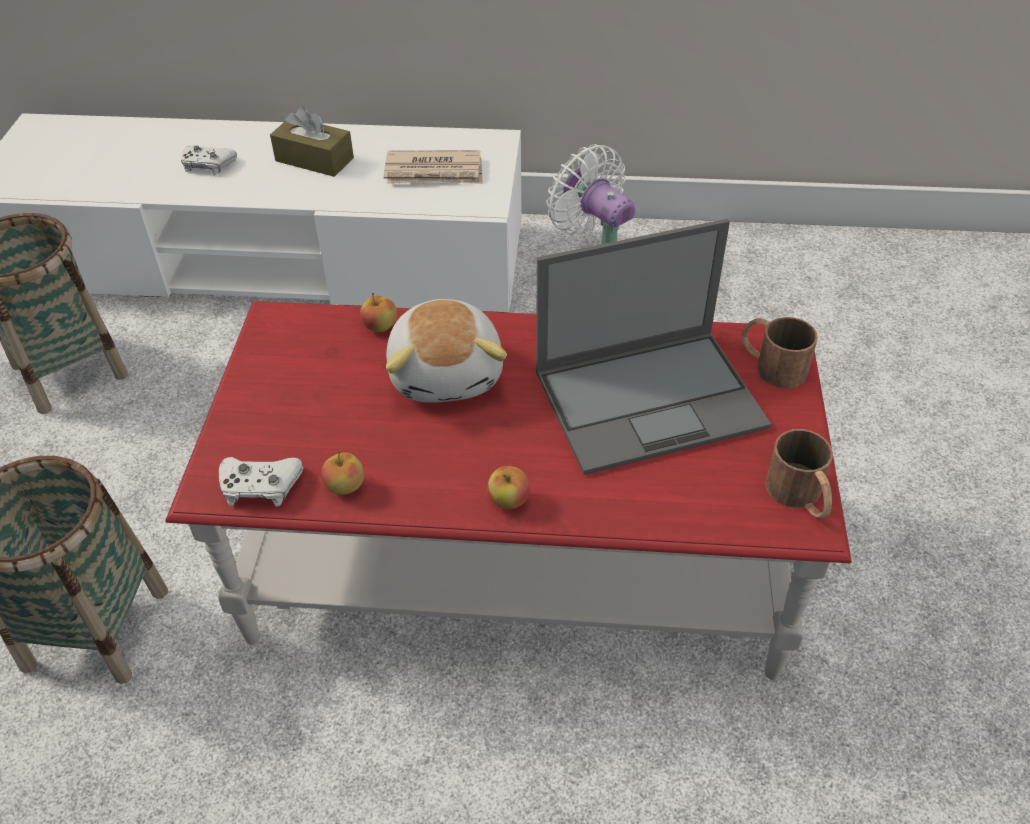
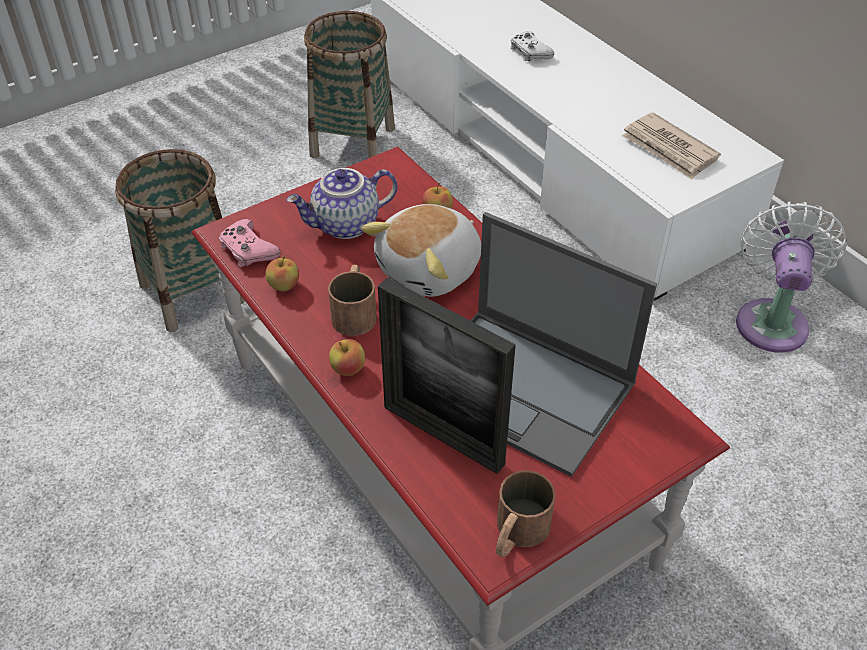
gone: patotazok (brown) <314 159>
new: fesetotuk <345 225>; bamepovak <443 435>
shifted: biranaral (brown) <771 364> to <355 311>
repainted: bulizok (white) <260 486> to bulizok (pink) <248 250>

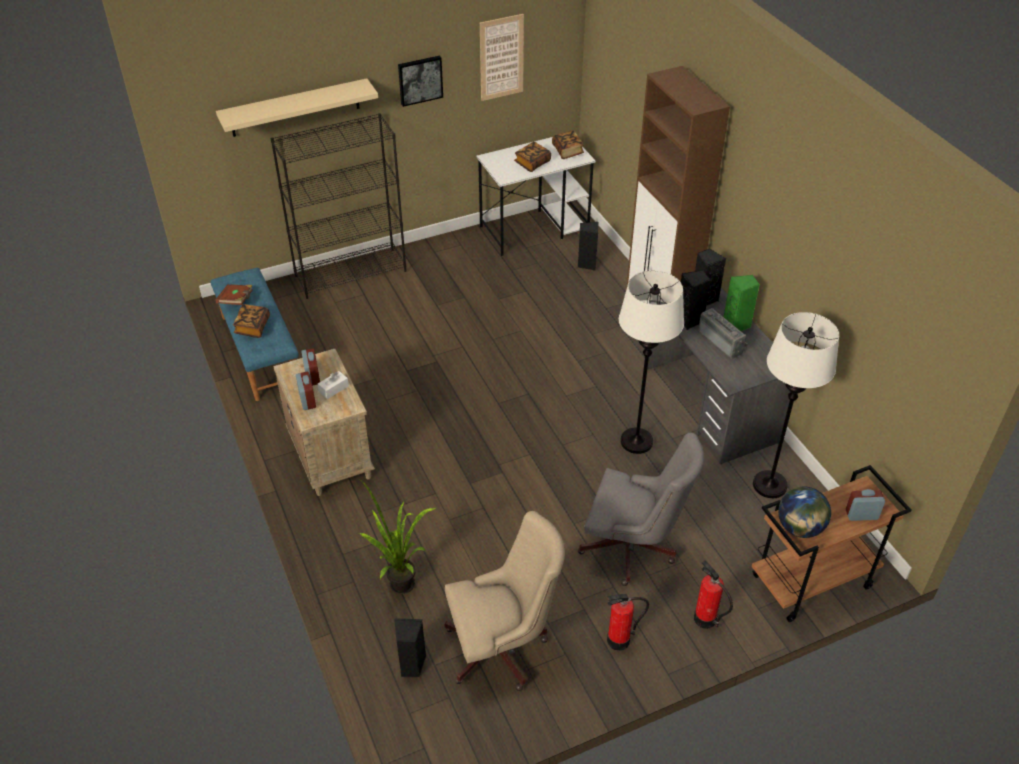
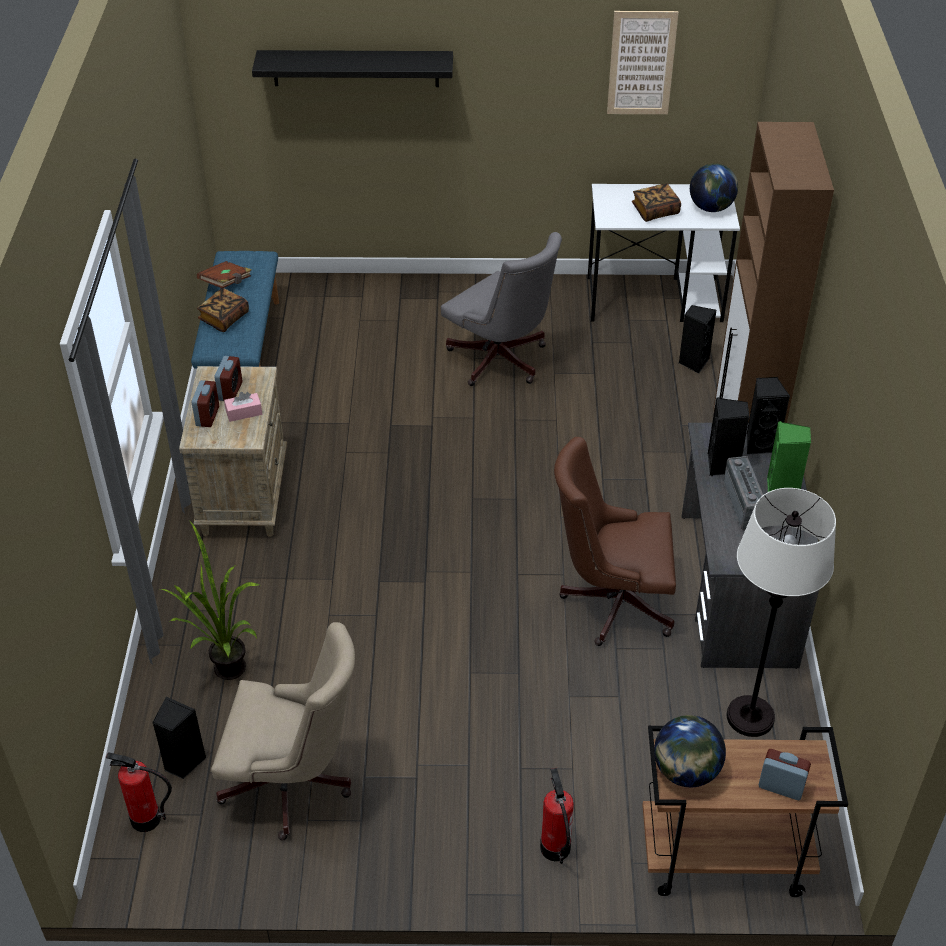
gone: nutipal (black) <351 273>; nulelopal <420 80>
shifted: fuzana <618 641> to <146 819>; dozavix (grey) <633 549> to <501 362>
swapped: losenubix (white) <636 441> to dozavix (brown) <611 602>; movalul <567 151> to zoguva <711 207>
repainted: patotazok (white) <333 389> to patotazok (pink) <244 412>; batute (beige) <295 108> to batute (black) <355 68>

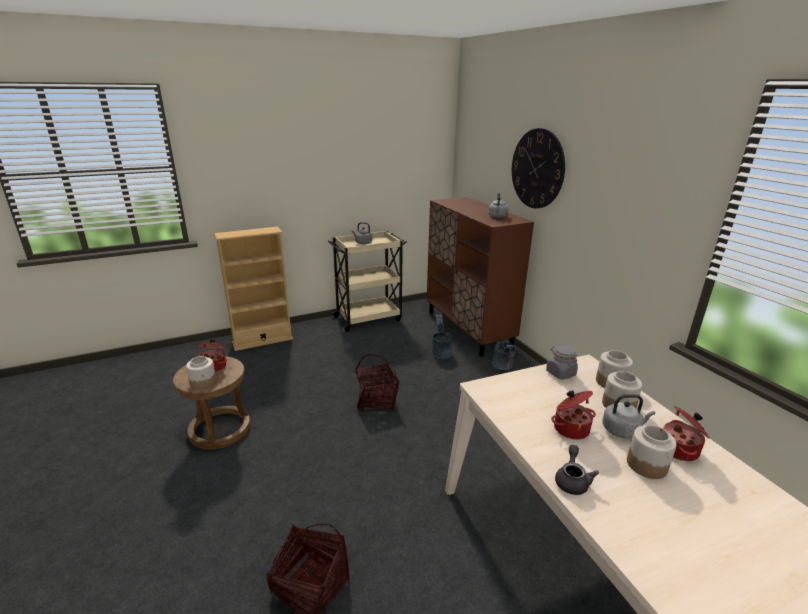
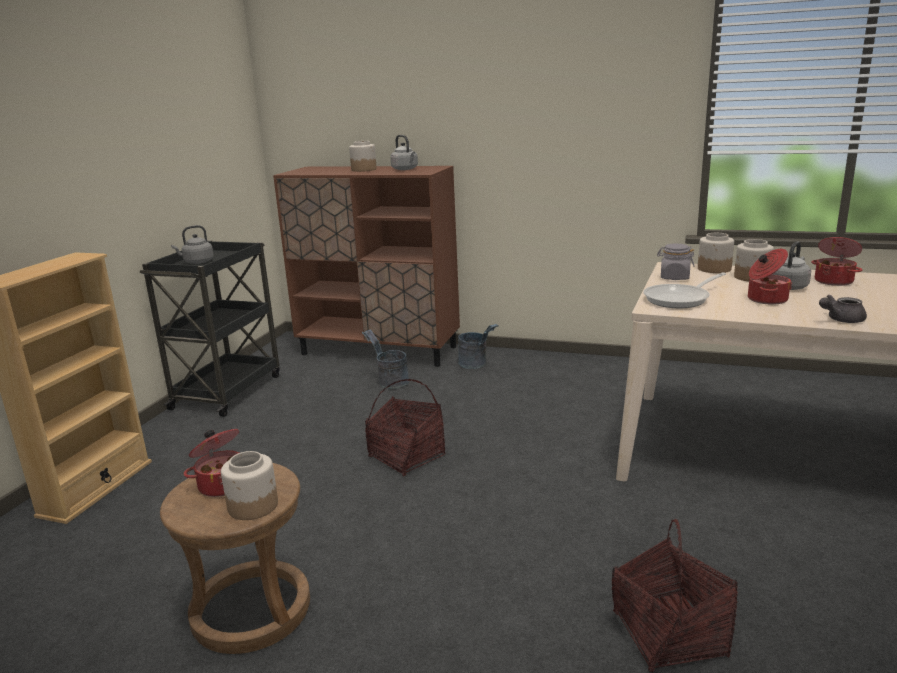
gone: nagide <537 169>
new: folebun <680 299>
shifted: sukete <646 465> to <364 170>
repainted: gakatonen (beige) <369 318> to gakatonen (black) <228 391>
rotated: fesetotuk (grey) <572 480> = <840 320> 75 degrees counterclockwise

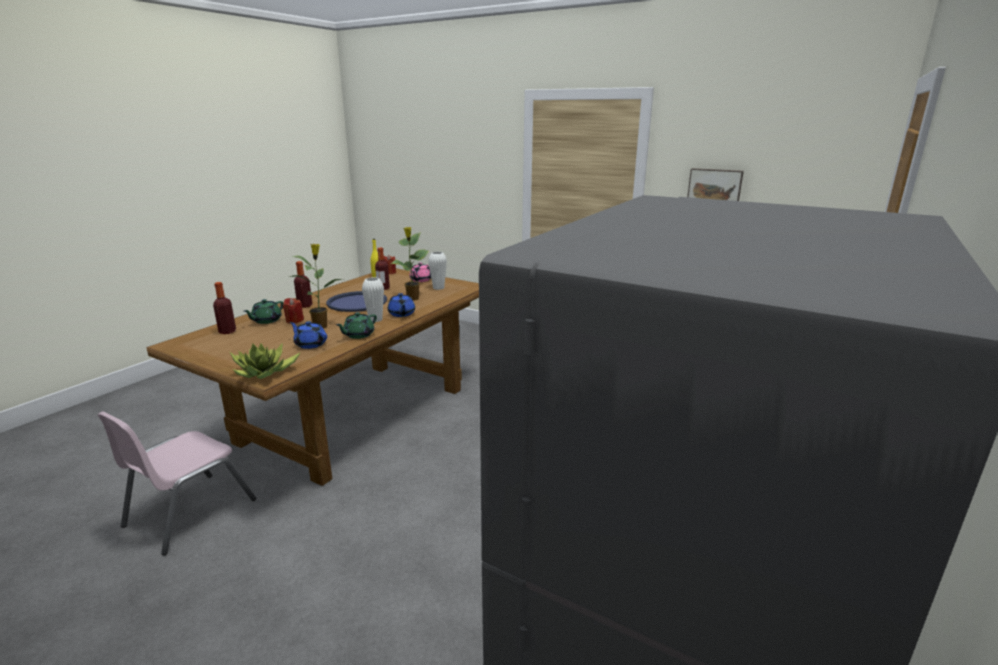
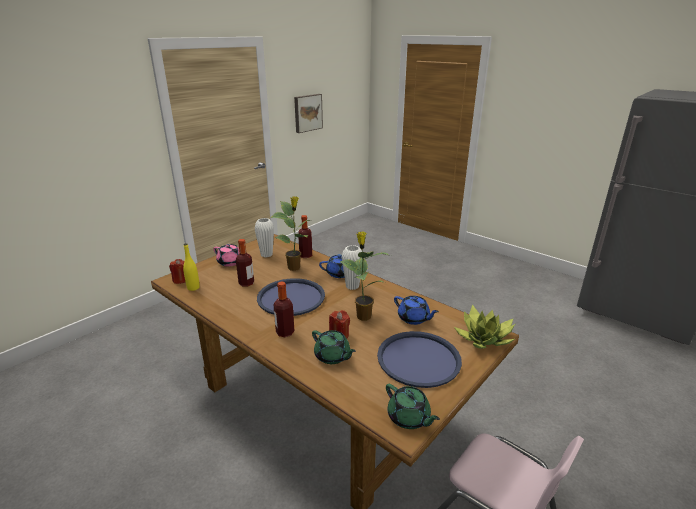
new: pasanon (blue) <418 359>
shifted: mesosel <227 331> to <305 255>; fesetotuk (green) <358 335> to <409 418>
rotated: fesetotuk (blue) <310 344> = <414 318> 90 degrees counterclockwise

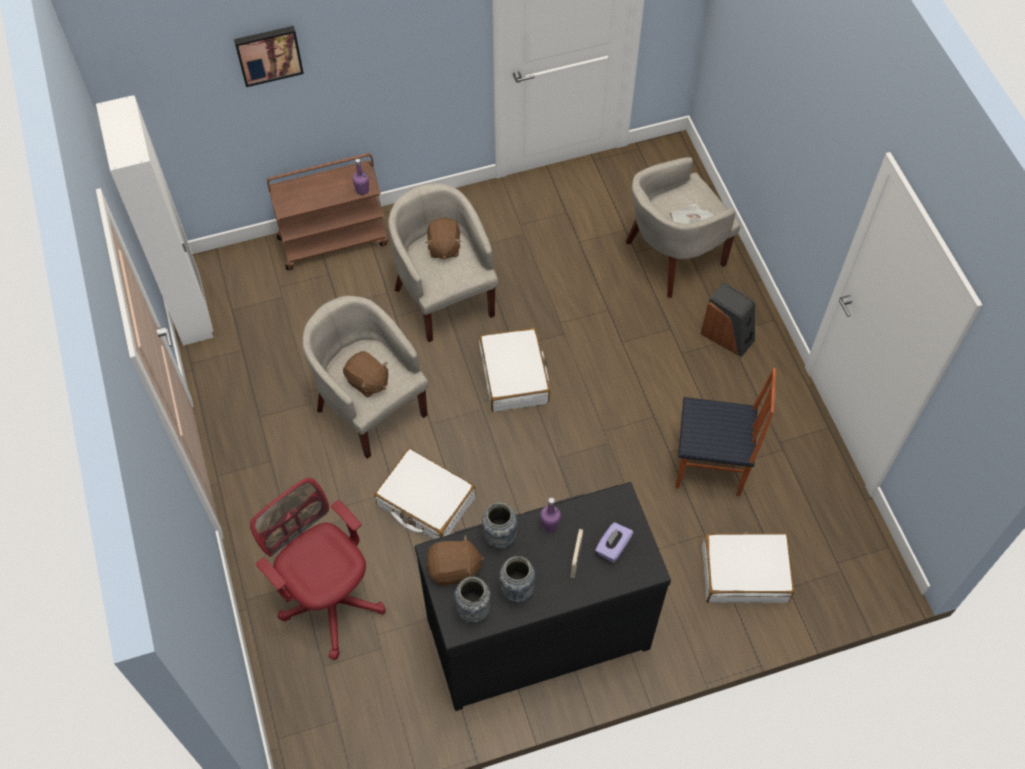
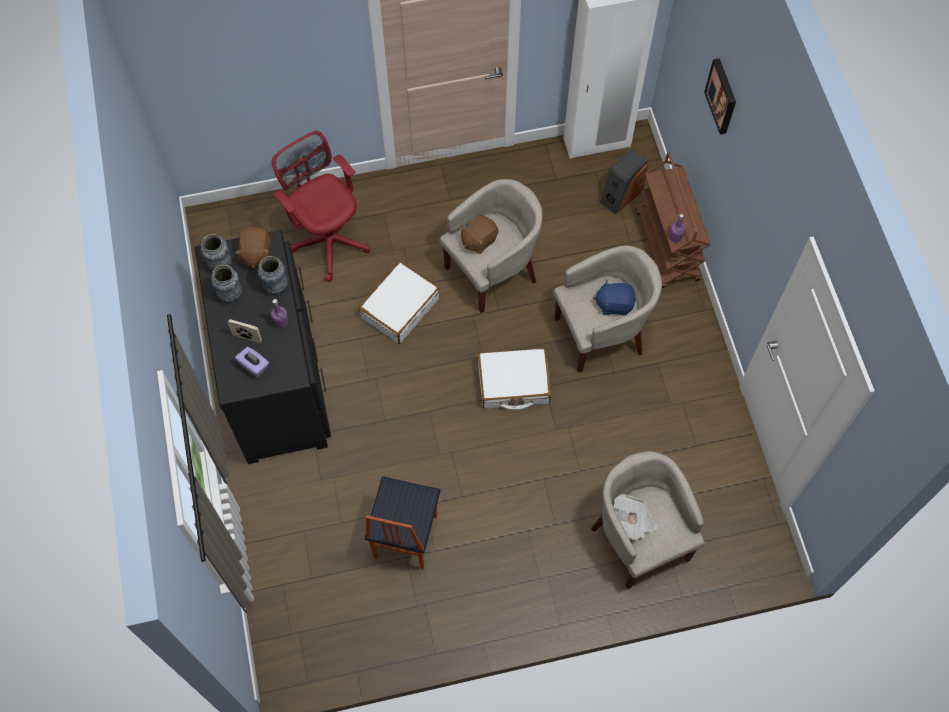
gone: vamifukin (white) <744 573>
shifted: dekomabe <727 335> to <620 195>
repainted: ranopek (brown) <444 247> to ranopek (blue) <614 304>
rotated: dozavix (red) <329 597> = <328 238> 90 degrees counterclockwise

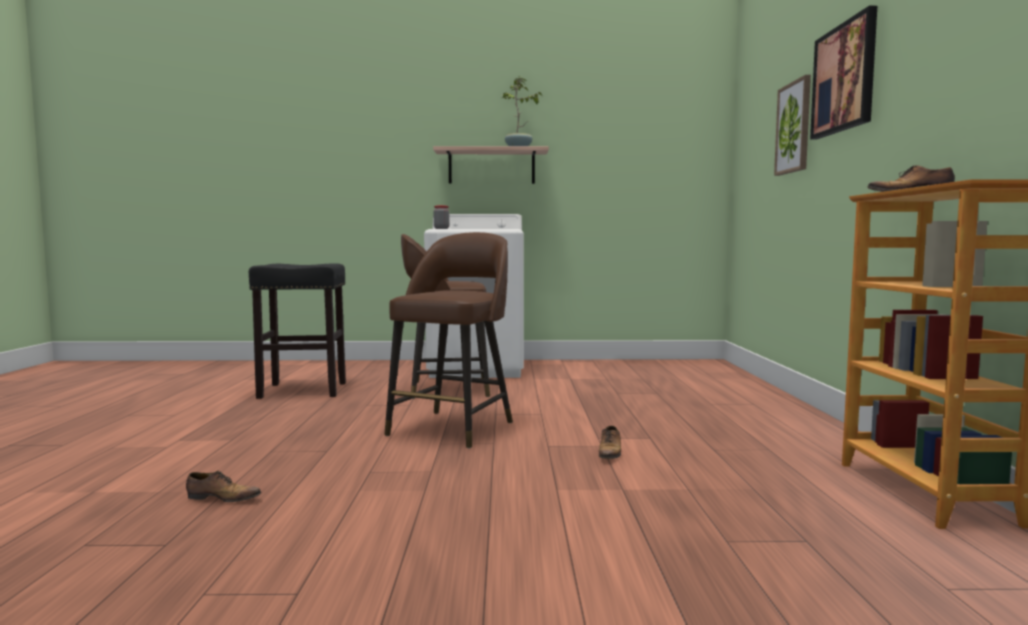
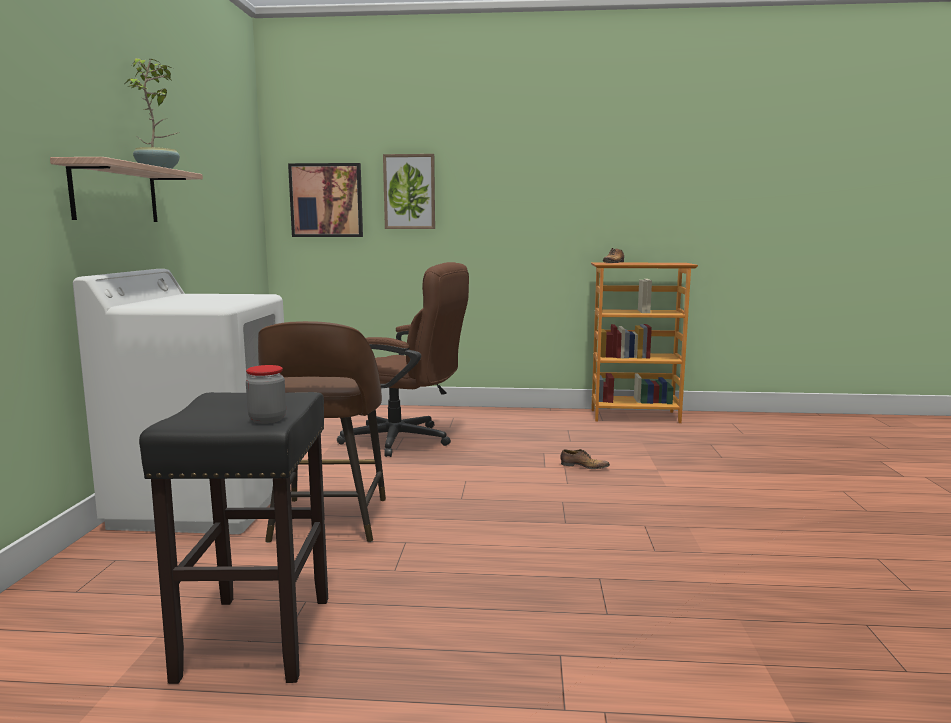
gone: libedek <222 498>; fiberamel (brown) <453 427>
new: dozavix (brown) <406 440>
shifted: sukete <441 228> to <267 419>; nulelopal <844 78> to <326 200>

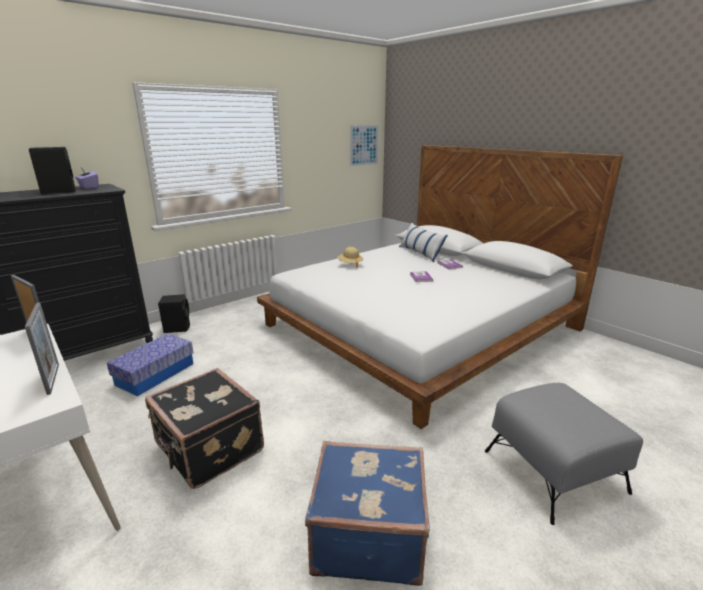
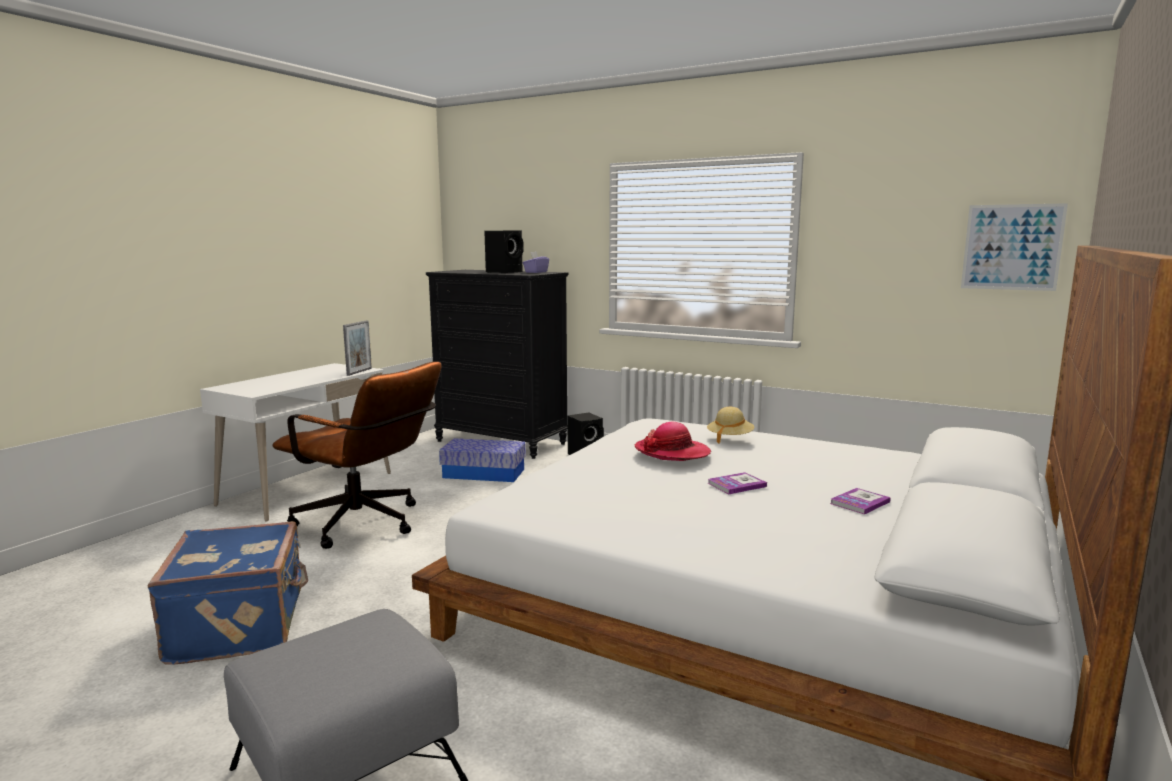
gone: bamepovak <53 378>; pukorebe <420 253>
new: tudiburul <672 452>
swapped: vamifukin (black) <208 449> to dozavix (brown) <366 525>

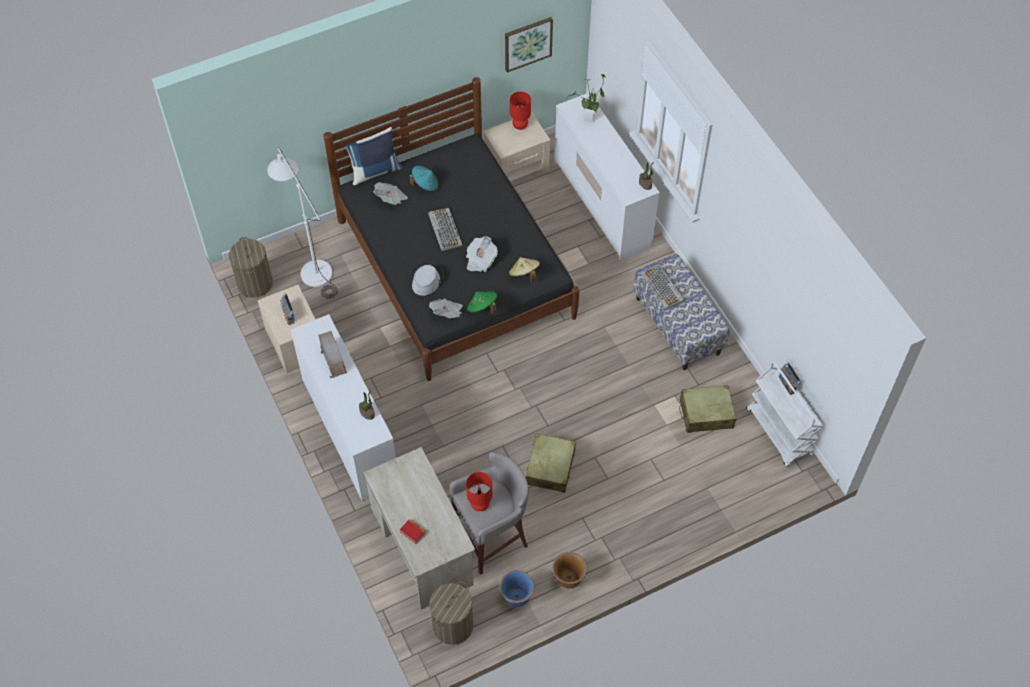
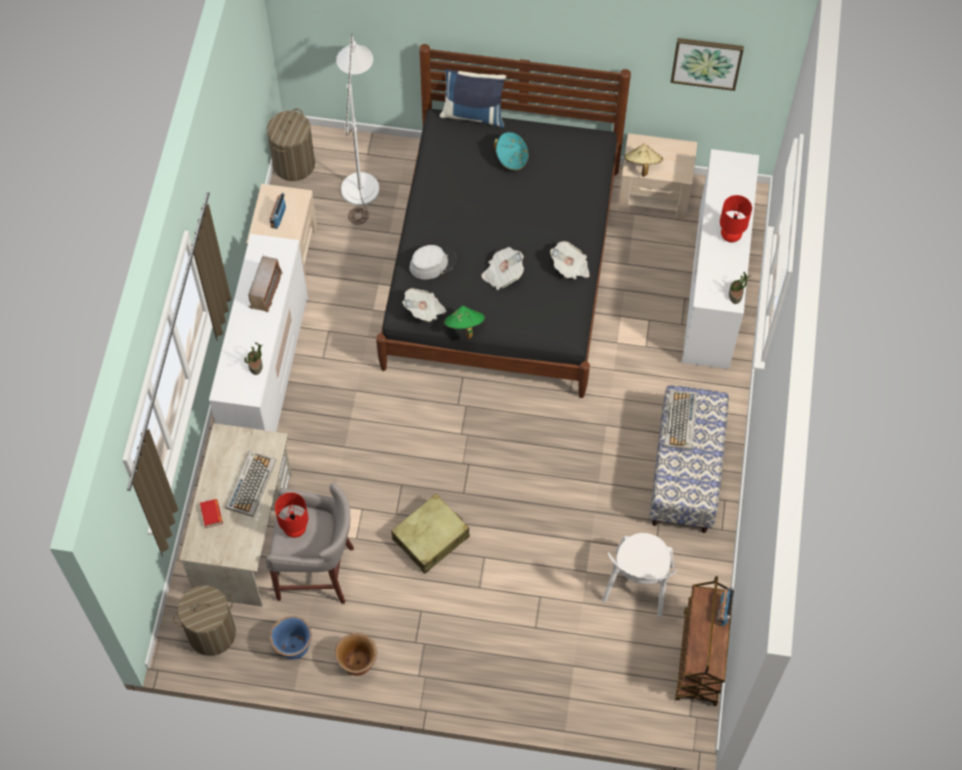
gone: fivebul <588 120>
shifted: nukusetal <444 229> to <251 483>; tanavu <391 199> to <570 267>; tudiburul (beige) <524 274> to <642 165>; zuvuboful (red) <520 125> to <731 236>
swapped: vamifukin (beige) <706 414> to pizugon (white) <637 587>
repainted: gakatonen (white) <780 432> to gakatonen (brown) <700 659>

